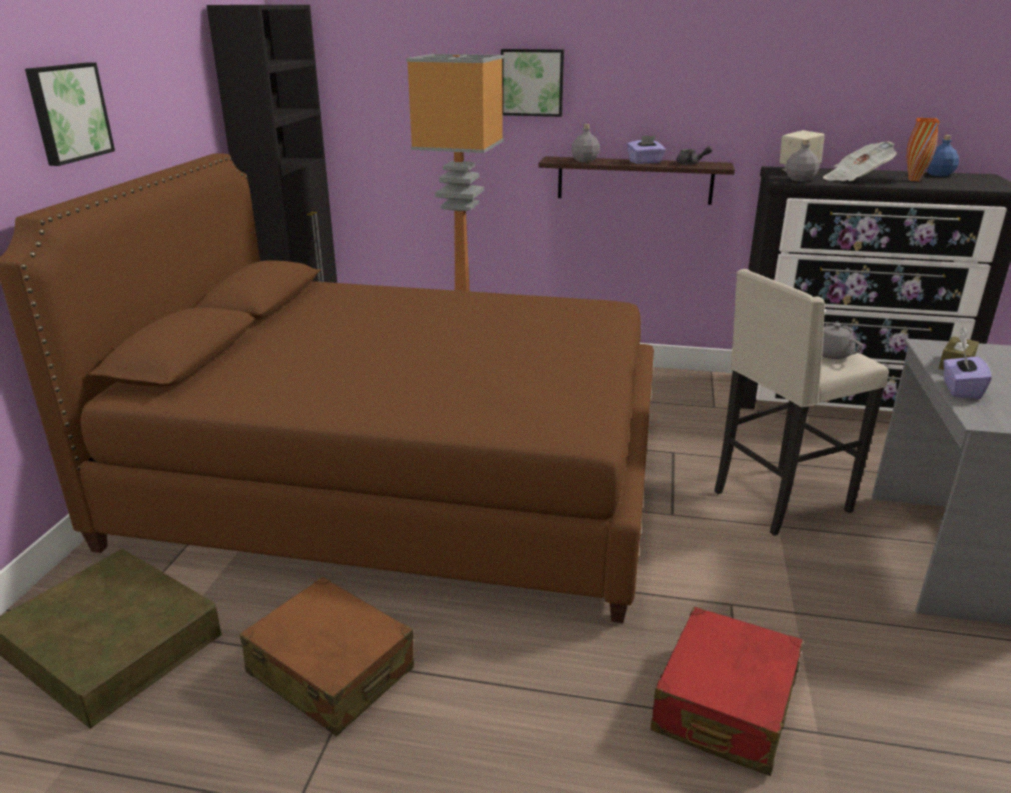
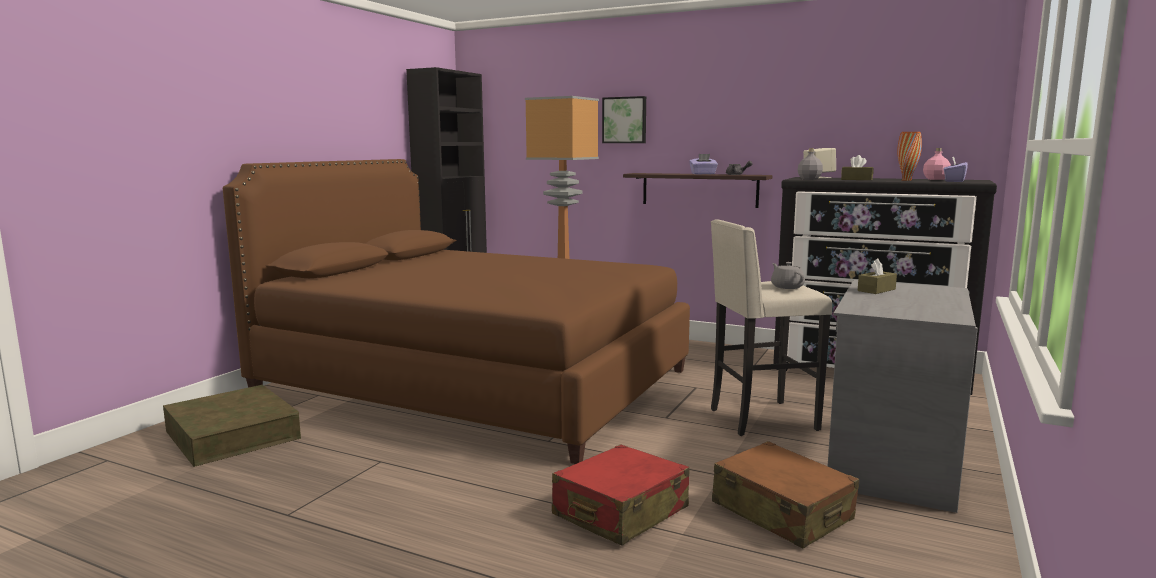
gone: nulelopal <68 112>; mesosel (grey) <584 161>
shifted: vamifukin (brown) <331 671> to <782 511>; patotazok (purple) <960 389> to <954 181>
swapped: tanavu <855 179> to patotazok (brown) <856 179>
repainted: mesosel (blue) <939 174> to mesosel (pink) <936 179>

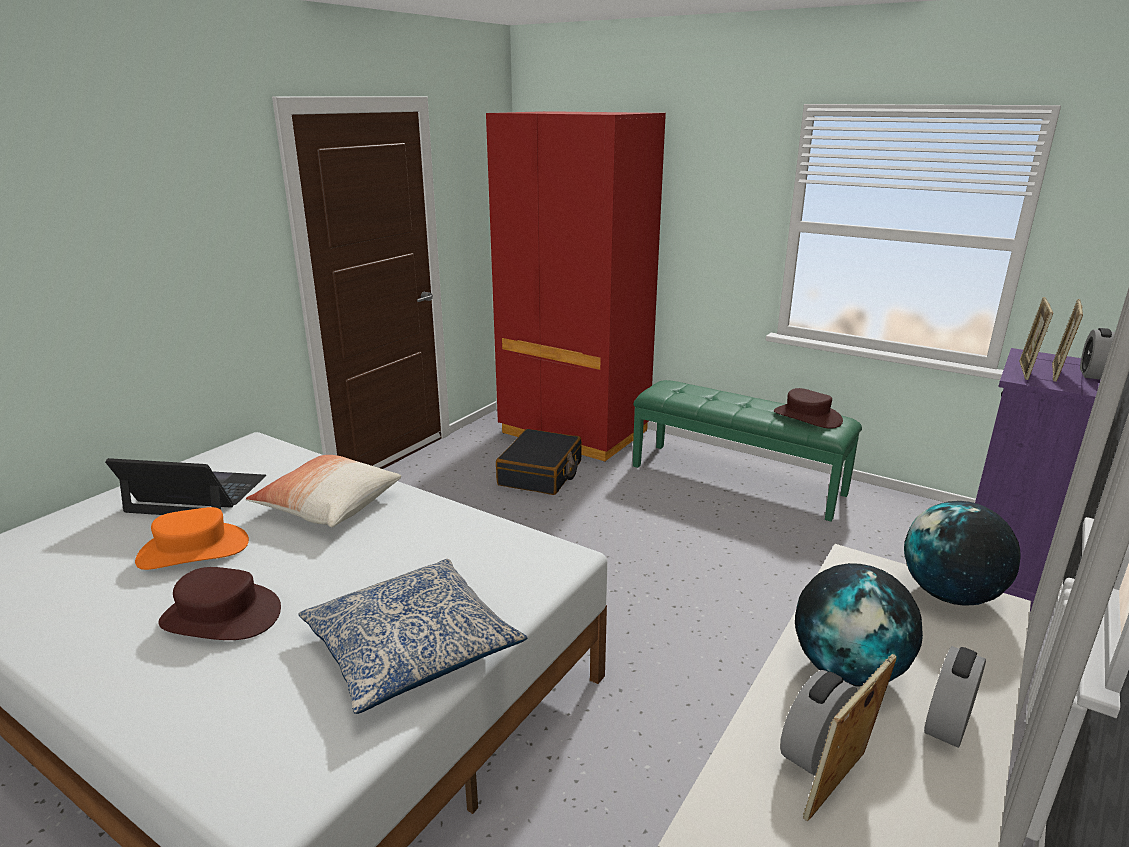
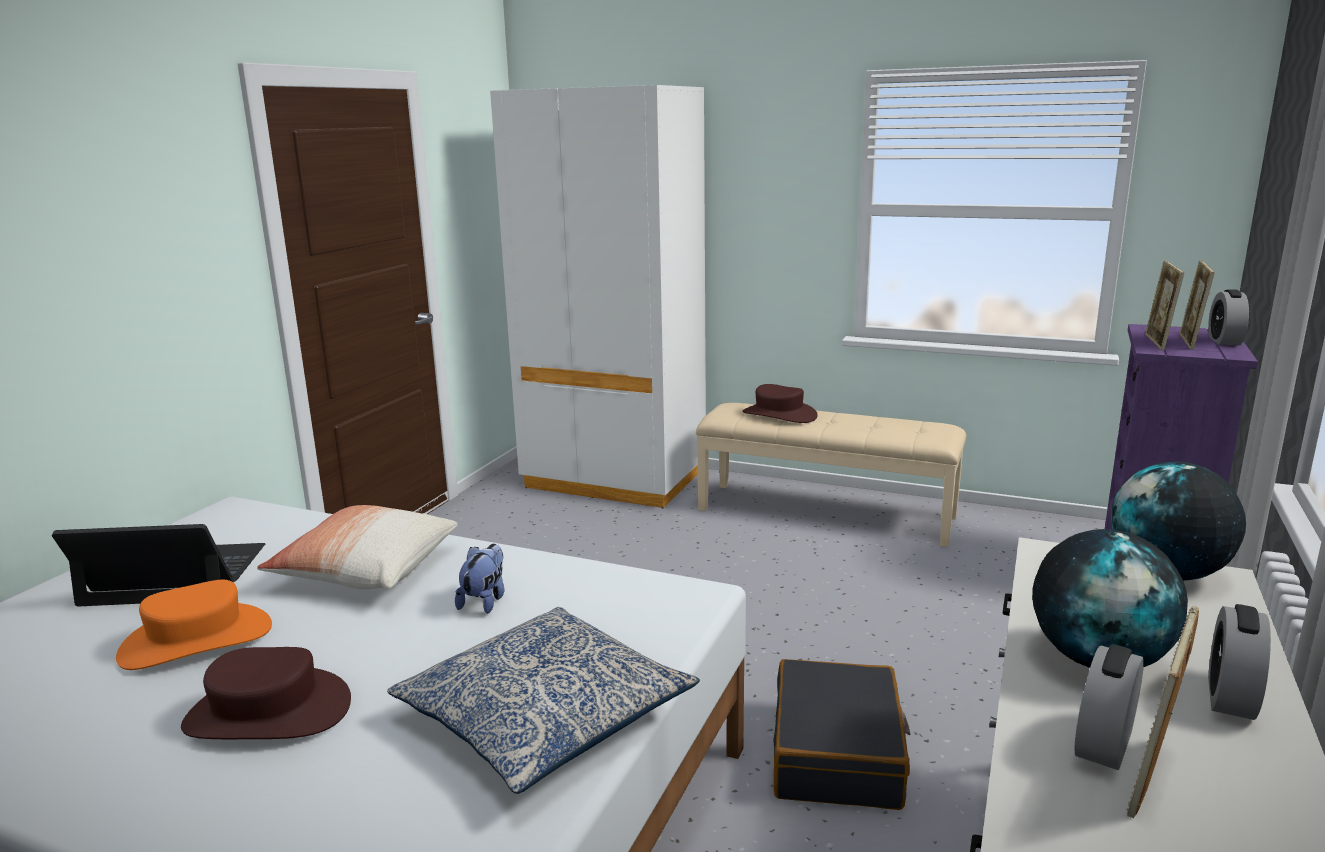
new: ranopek <485 601>
shifted: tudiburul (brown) <807 417> to <779 415>; vamifukin (black) <541 473> to <838 753>
repainted: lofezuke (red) <574 432> to lofezuke (white) <614 479>; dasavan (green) <737 479> to dasavan (beige) <826 513>

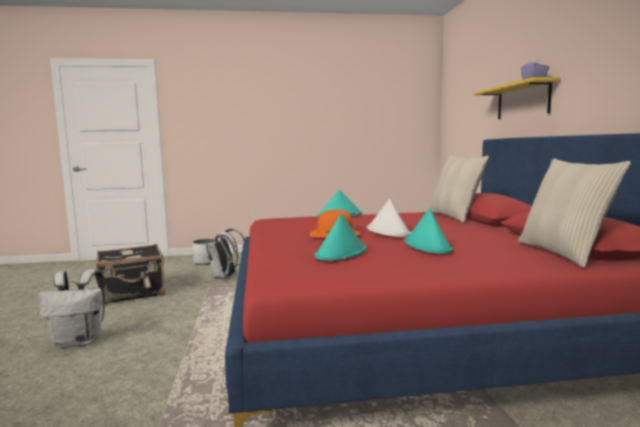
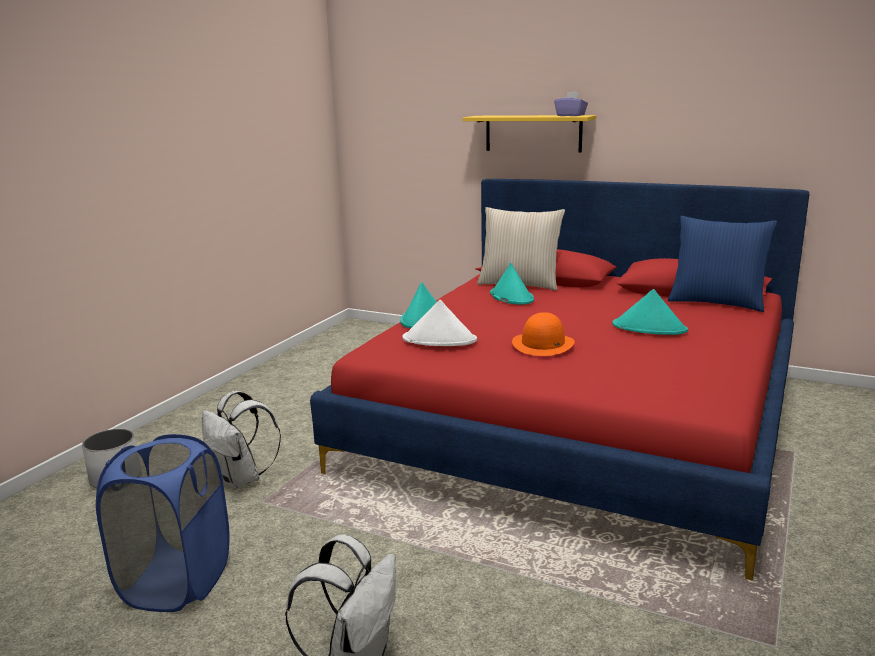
shifted: tudiburul (white) <388 231> to <440 340>; tudiburul (turquoise) <341 253> to <511 297>
swapped: vamifukin (black) <133 293> to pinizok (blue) <177 582>
repainted: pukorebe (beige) <563 253> to pukorebe (blue) <716 302>

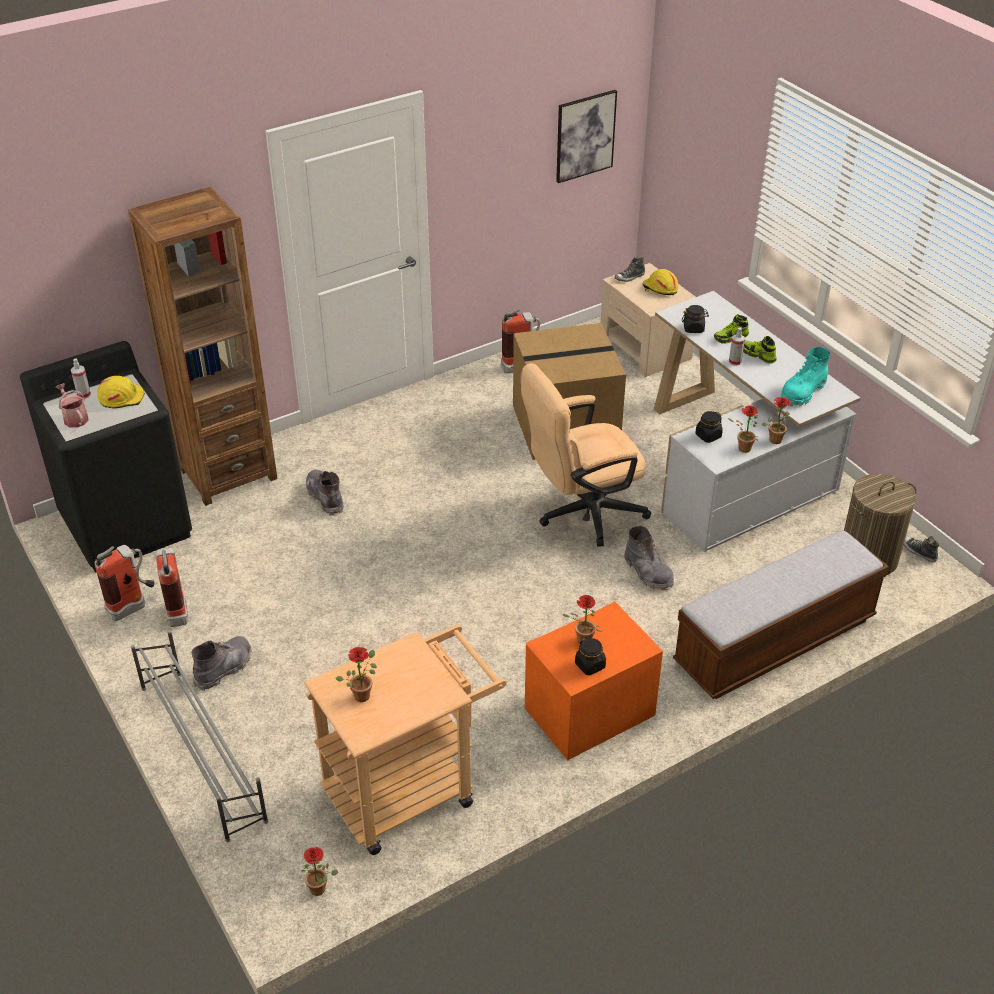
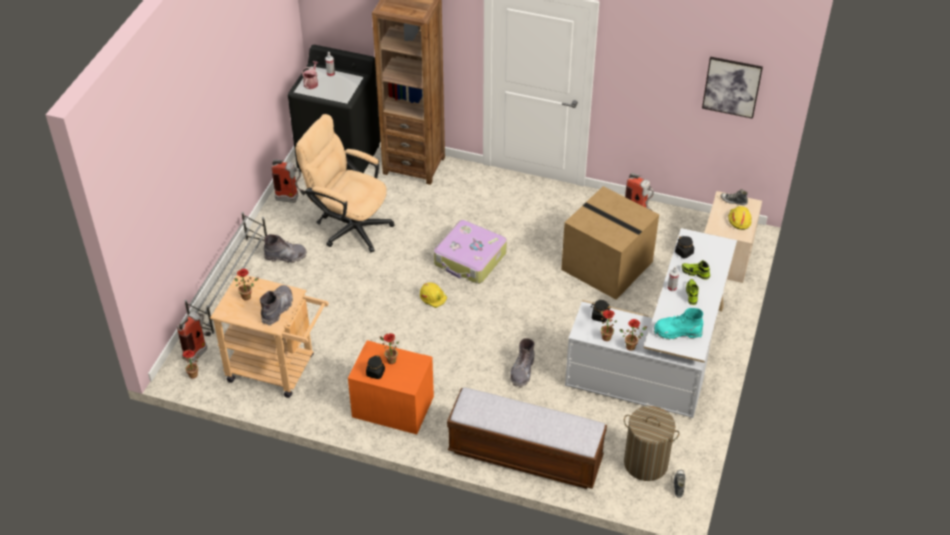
new: vamifukin <470 259>
shifted: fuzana <177 609> to <199 351>; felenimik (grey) <325 497> to <277 309>; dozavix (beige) <581 513> to <349 226>; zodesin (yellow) <121 398> to <433 297>

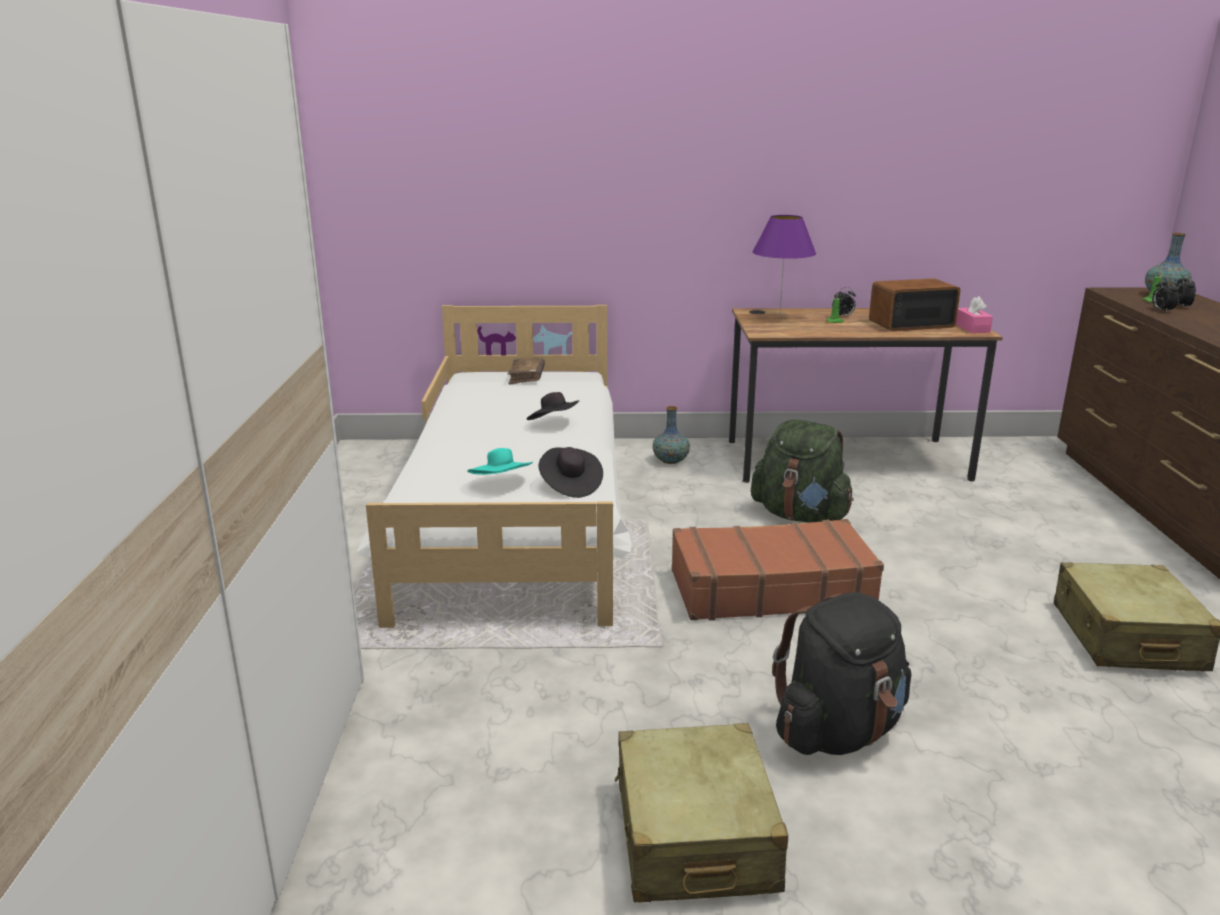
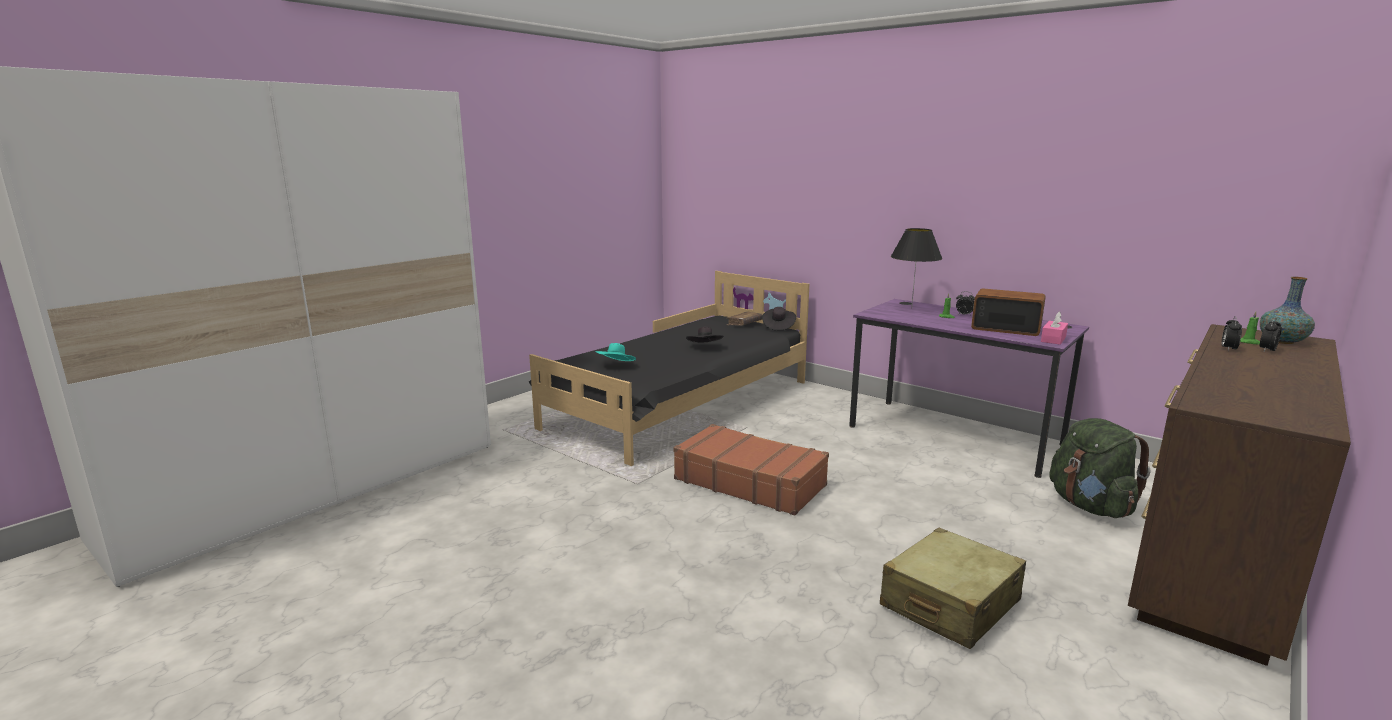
gone: vamifukin (beige) <694 836>; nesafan <670 461>; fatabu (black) <838 732>
shifted: tudiburul (black) <570 486> to <778 326>; fatabu (green) <800 516> to <1090 506>
repainted: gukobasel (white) <518 517> to gukobasel (black) <681 405>; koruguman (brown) <845 460> to koruguman (purple) <954 435>; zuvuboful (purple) <779 317> to zuvuboful (black) <911 308>

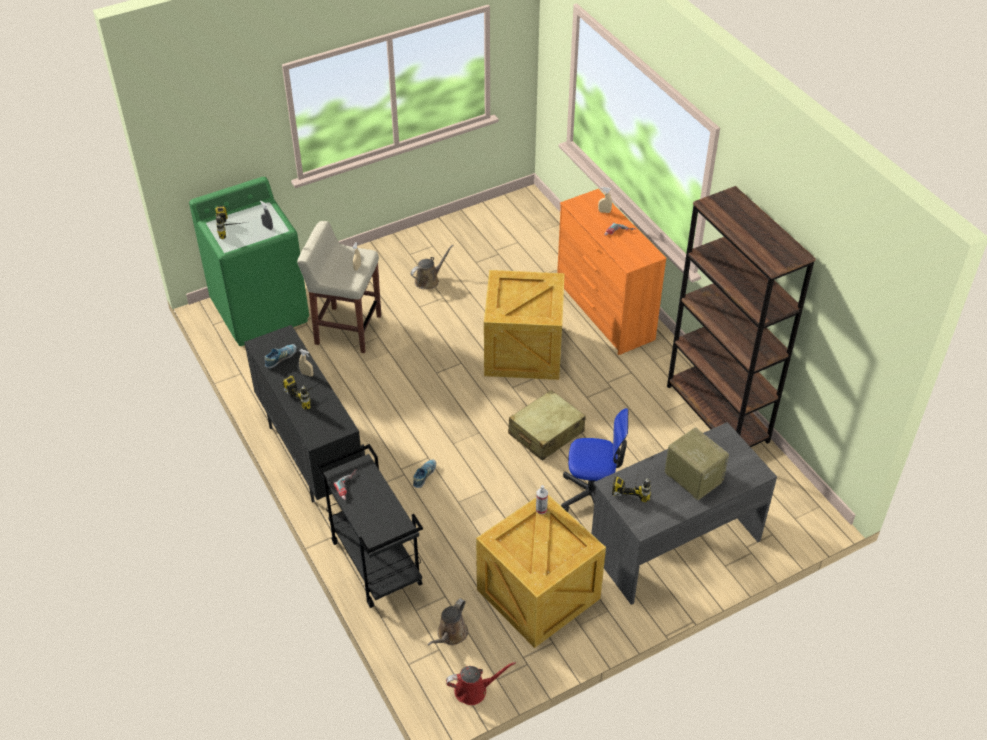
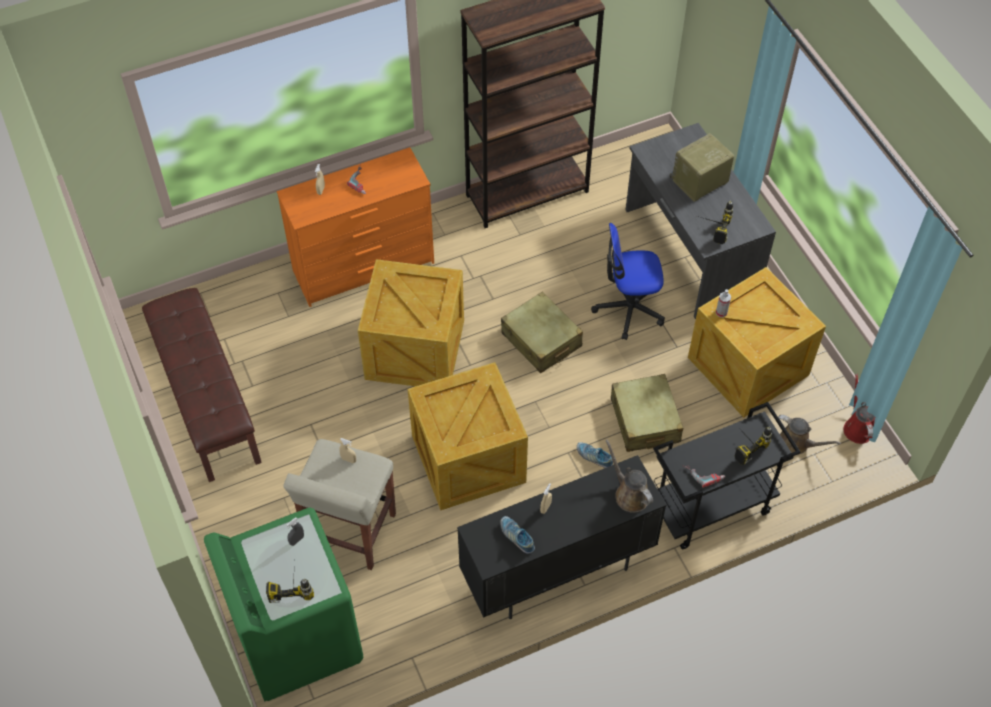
new: dasavan (brown) <206 401>; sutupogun <467 460>; vamifukin (beige) <645 420>
shifted: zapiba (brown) <429 280> to <629 494>; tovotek <309 394> to <743 442>
rotated: dozavix <593 496> = <629 308> 105 degrees counterclockwise

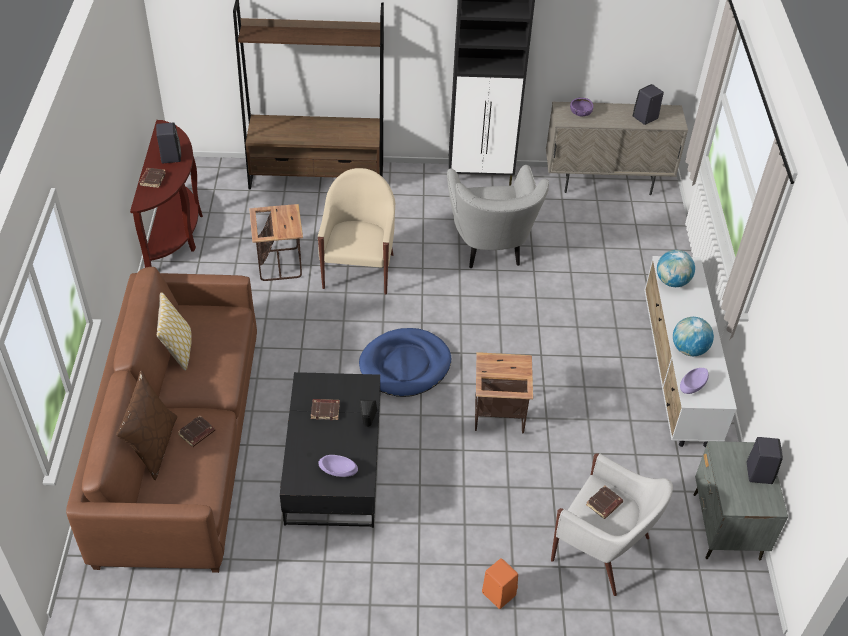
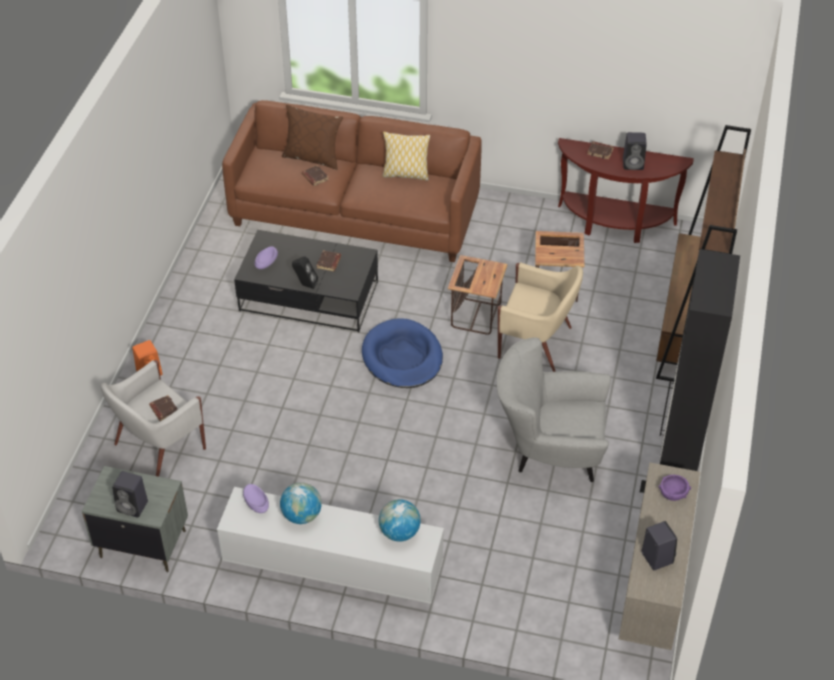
shifted: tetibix <497 415> to <476 315>

